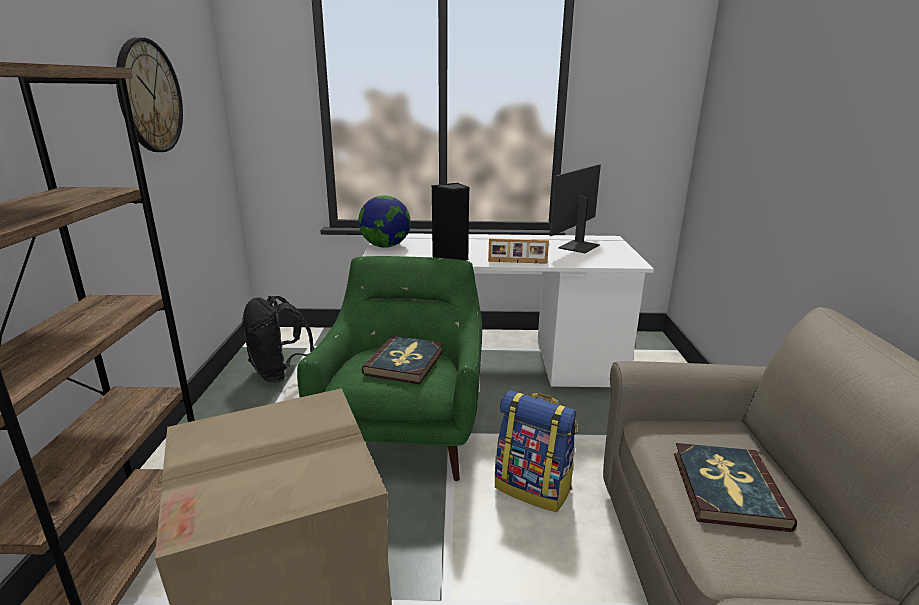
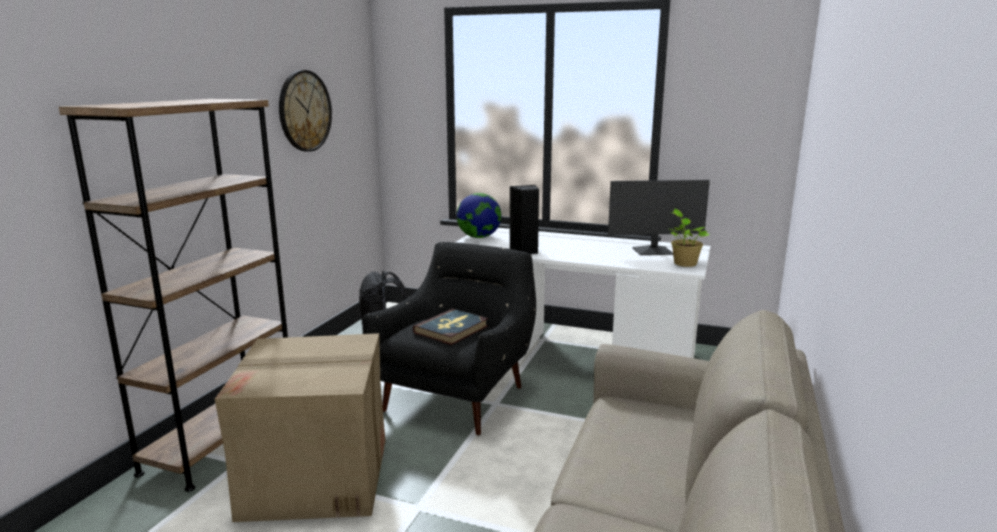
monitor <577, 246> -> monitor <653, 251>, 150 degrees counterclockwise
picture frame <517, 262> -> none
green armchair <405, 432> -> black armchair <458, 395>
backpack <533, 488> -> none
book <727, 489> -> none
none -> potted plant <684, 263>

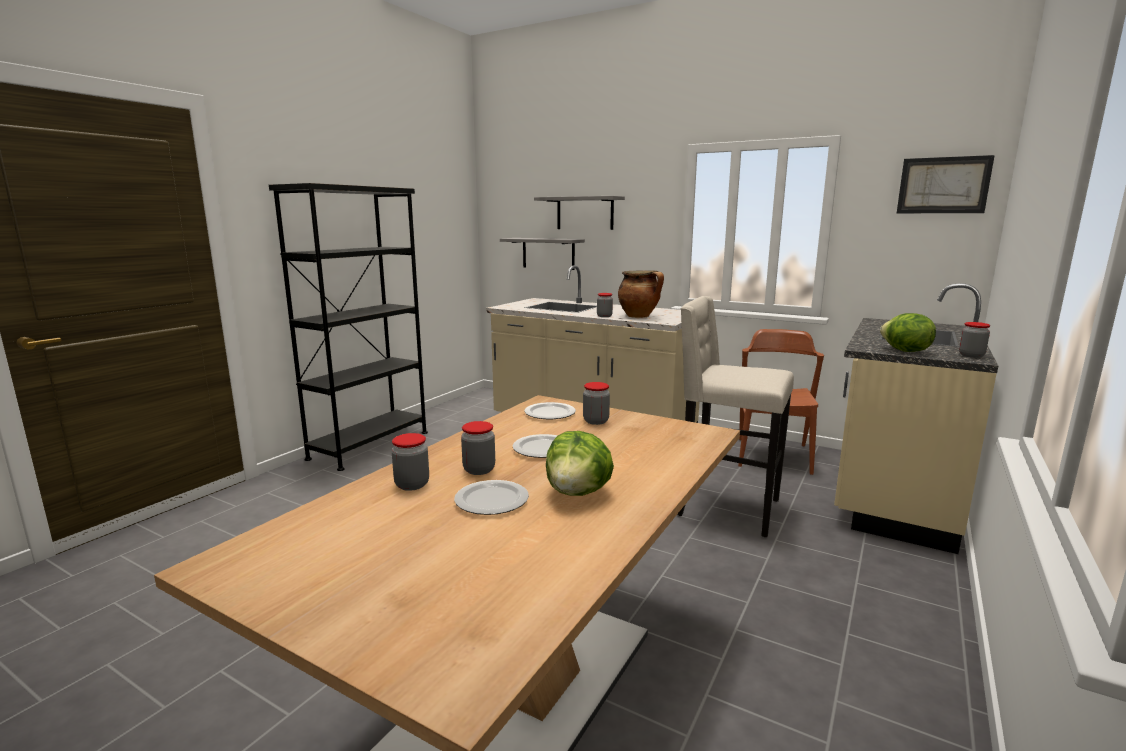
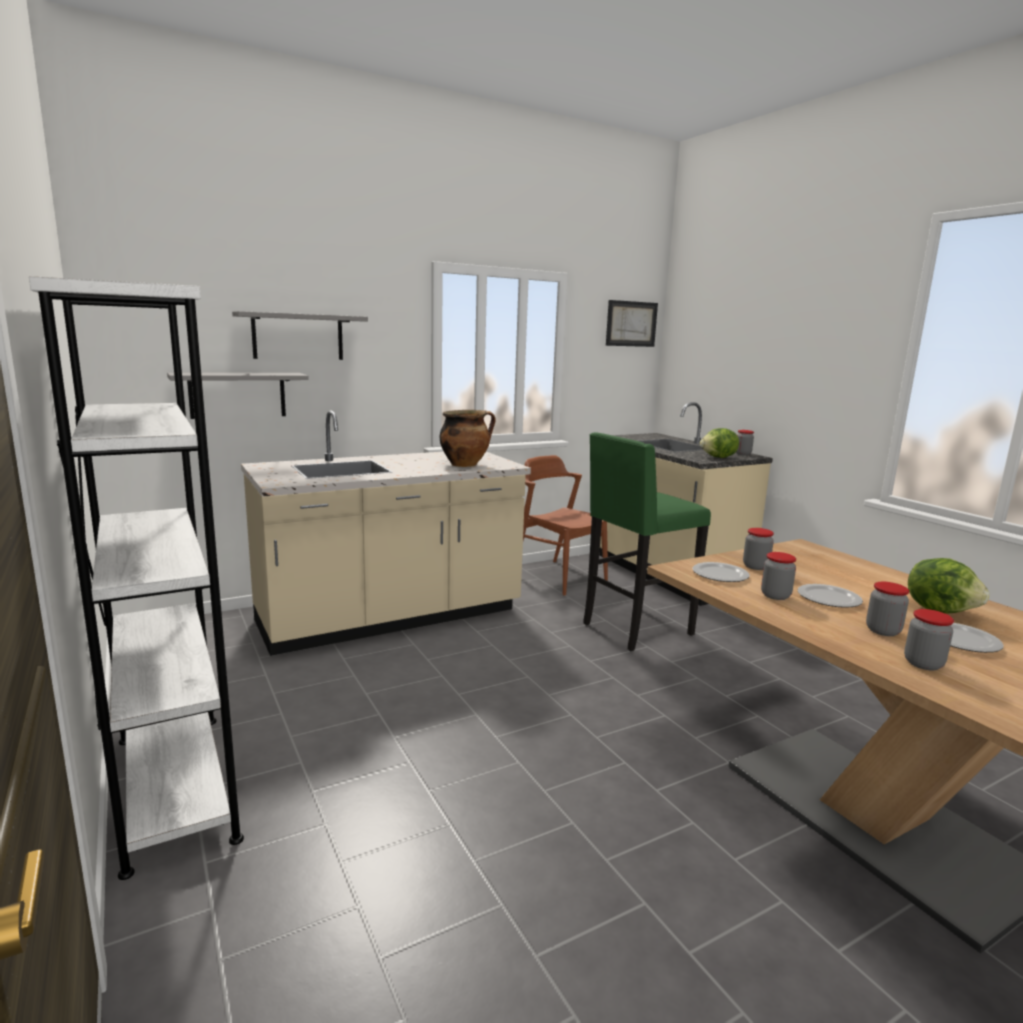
black bookcase <369, 445> -> white bookcase <175, 786>
jar <604, 316> -> jar <775, 595>, shifted
beige stool <726, 508> -> green stool <634, 629>

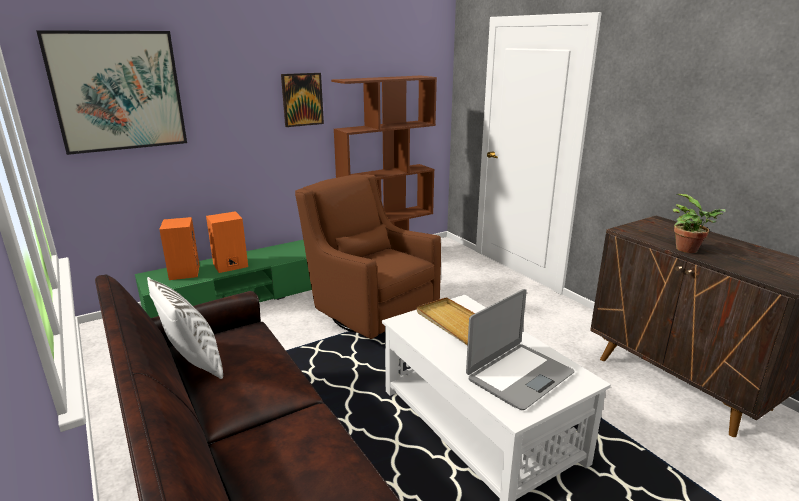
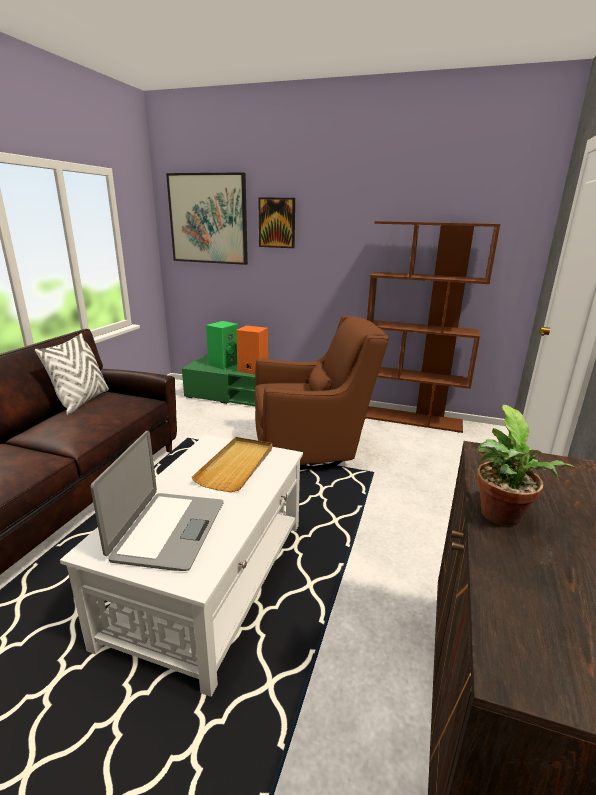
picture <302, 99> -> picture <277, 223>, shifted
brown armchair <369, 312> -> brown armchair <313, 449>, 75 degrees clockwise
orange speaker <183, 272> -> green speaker <224, 364>
laptop <519, 376> -> laptop <168, 530>, 90 degrees counterclockwise

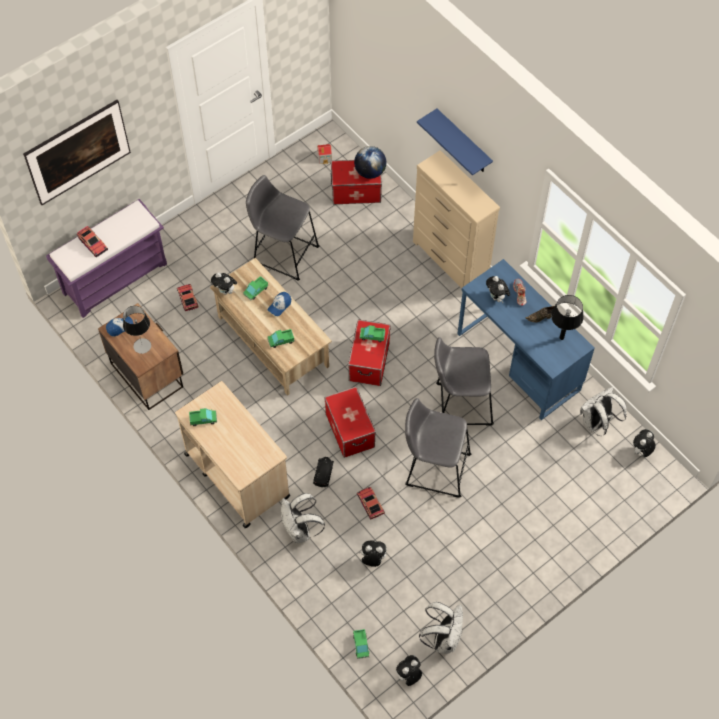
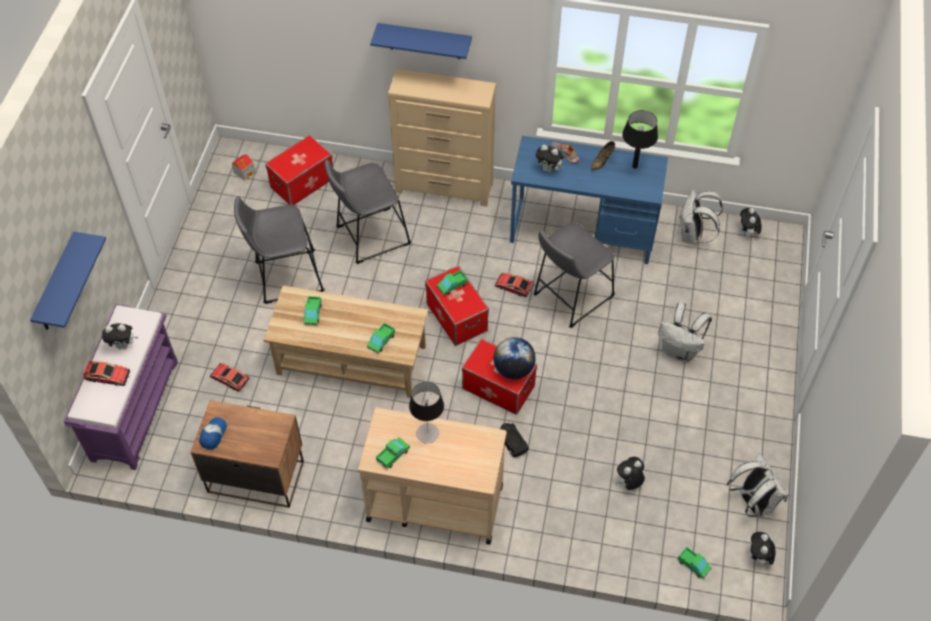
picture <81, 164> -> blue shelf <57, 285>
globe <370, 172> -> globe <513, 369>, shifted
plush toy <225, 291> -> plush toy <123, 345>, shifted
cap <279, 306> -> none
table lamp <142, 346> -> table lamp <428, 433>, shifted
grey stool <434, 468> -> grey stool <369, 236>, shifted
toy car <370, 504> -> toy car <513, 286>, shifted
white backpack <300, 531> -> white backpack <680, 351>, shifted

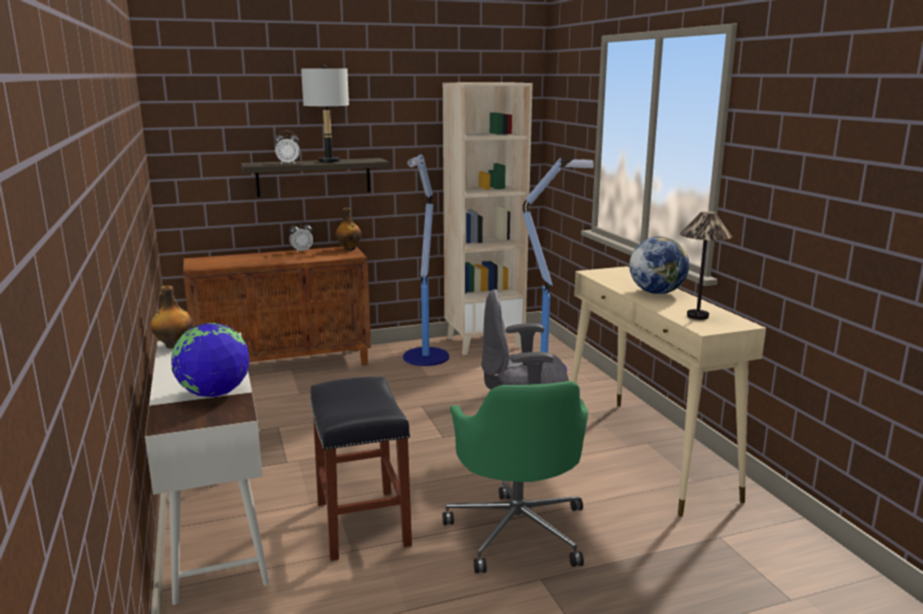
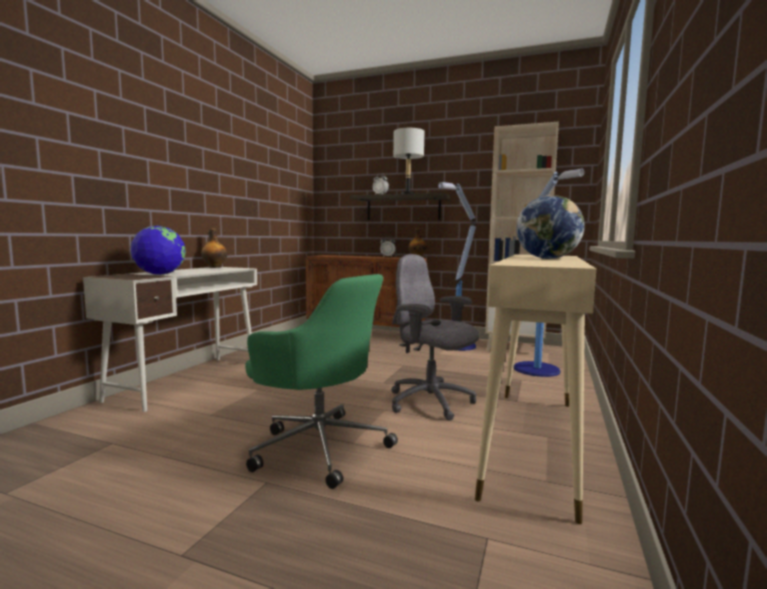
table lamp <697, 316> -> none
black stool <363, 524> -> none
green office chair <517, 530> -> green office chair <319, 446>, 90 degrees counterclockwise

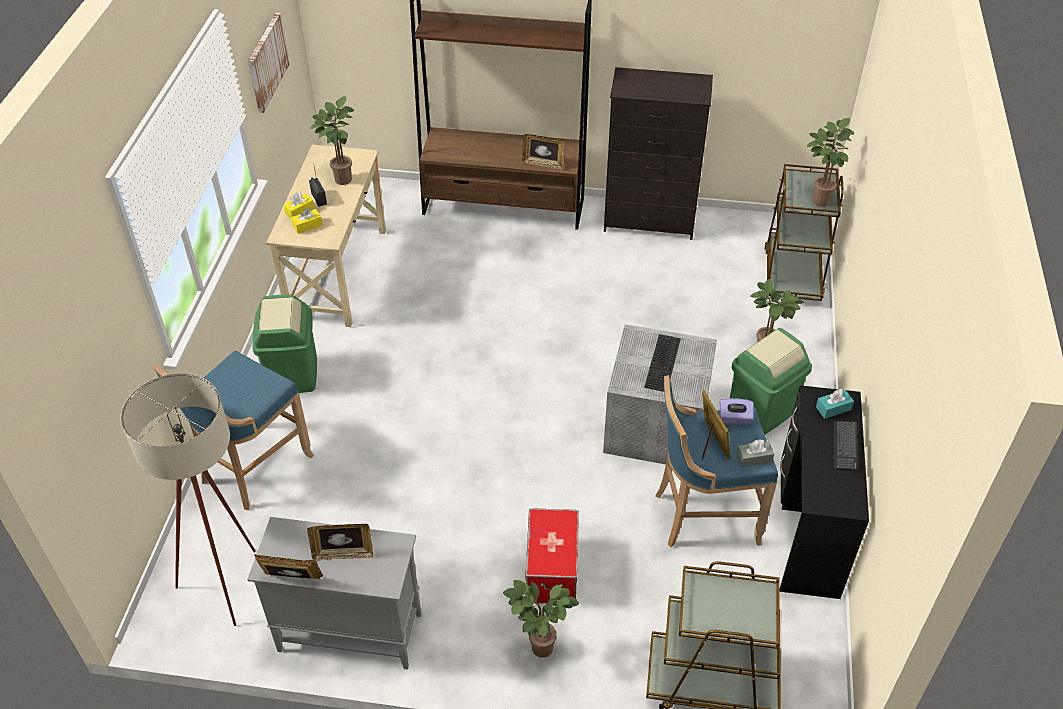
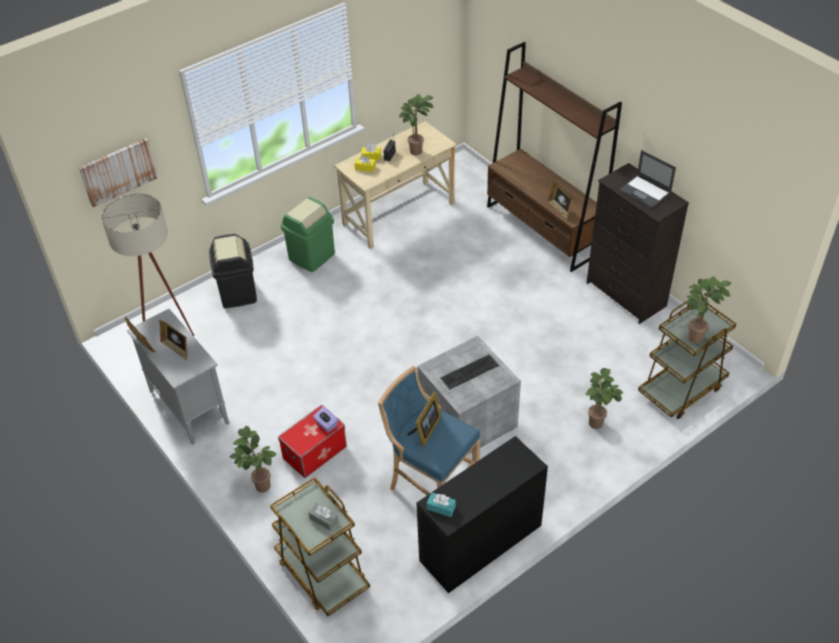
picture <267, 62> -> picture <118, 171>, shifted
green trash can <761, 410> -> none
blue stool <251, 469> -> black trash can <237, 293>
turquoise tissue box <833, 408> -> turquoise tissue box <441, 507>, shifted
purple tissue box <734, 419> -> purple tissue box <326, 424>, shifted
keyboard <845, 446> -> none
grey tissue box <754, 458> -> grey tissue box <323, 519>, shifted
none -> laptop <645, 192>

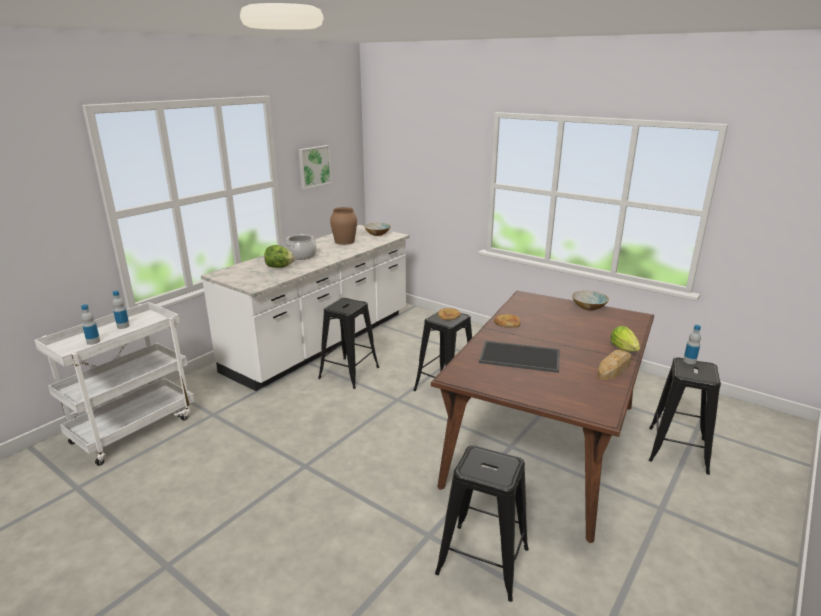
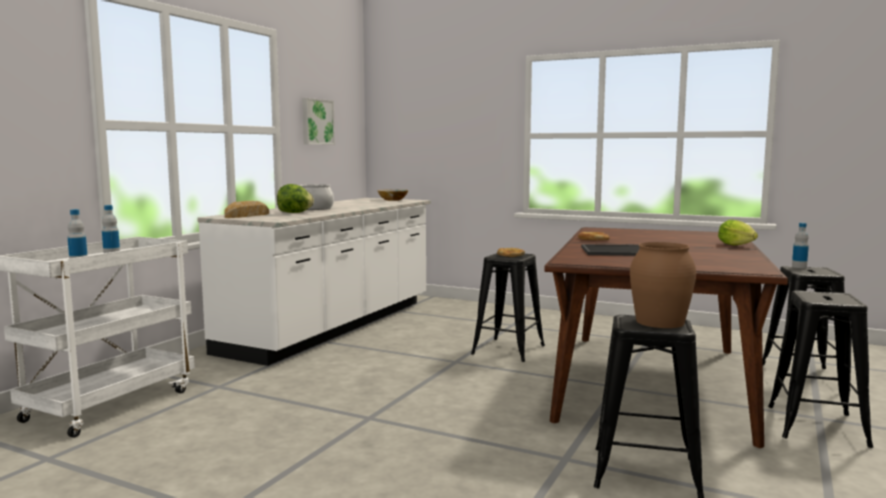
brown vase <345, 241> -> brown vase <660, 322>, shifted
bowl <589, 307> -> none
black stool <349, 372> -> black stool <816, 425>, shifted
bread <614, 368> -> bread <247, 215>, shifted

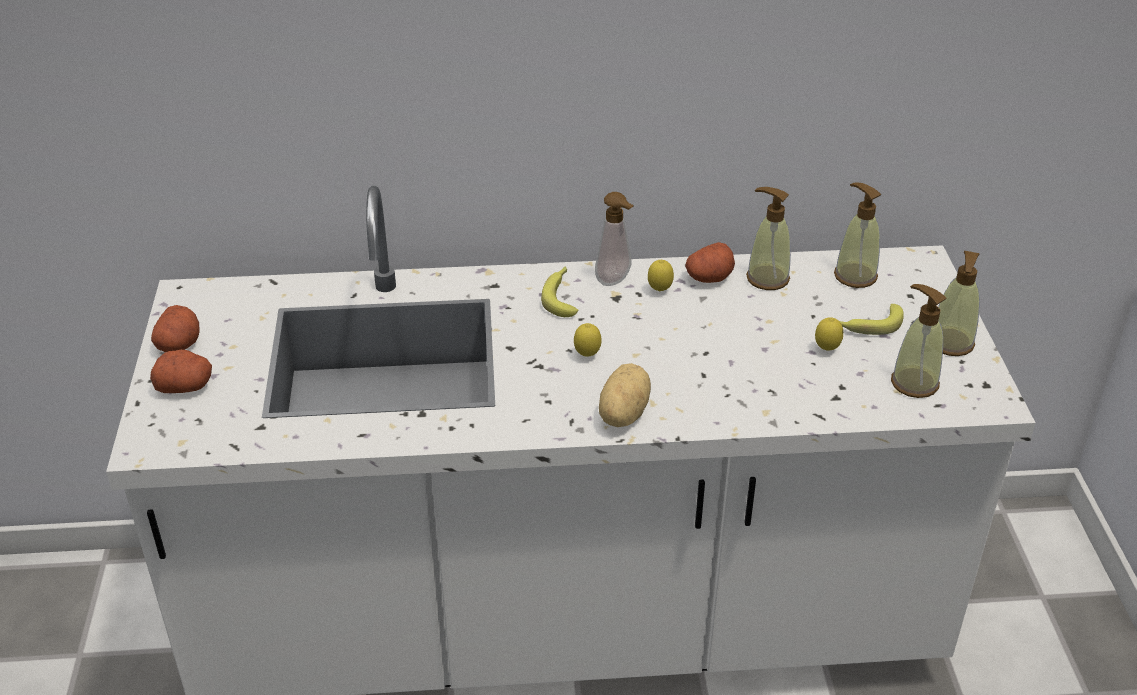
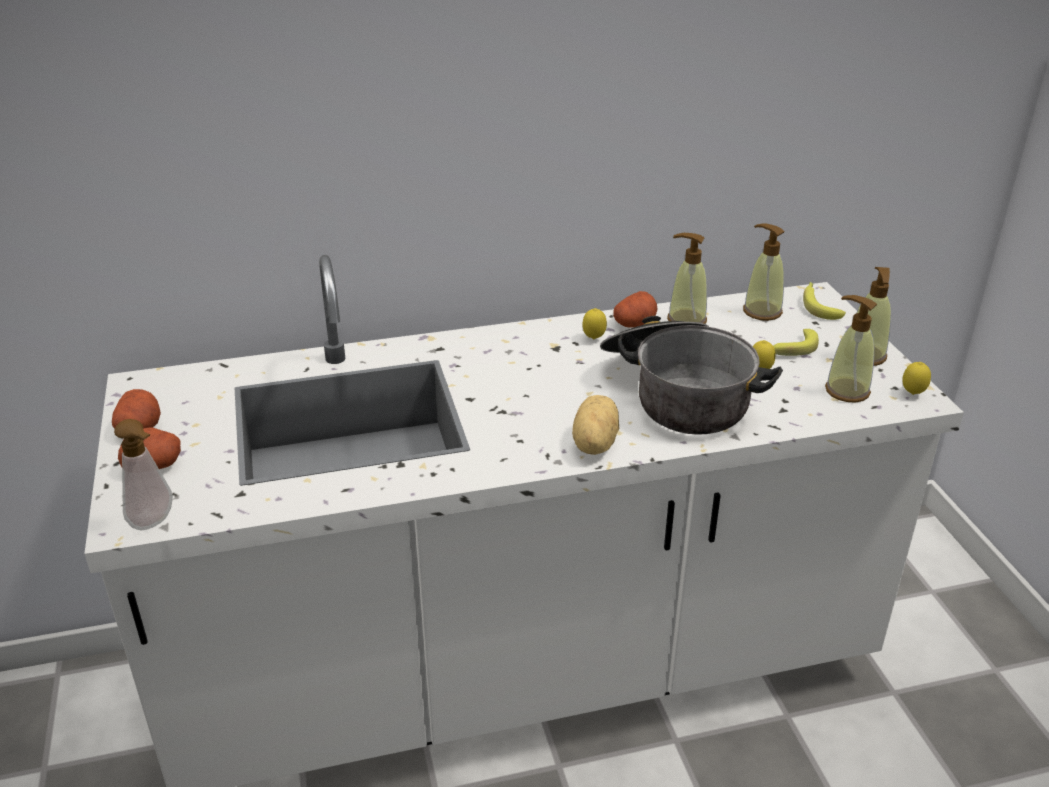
soap dispenser <615, 281> -> soap dispenser <155, 522>, shifted
banana <562, 296> -> banana <819, 305>, shifted
lemon <587, 355> -> lemon <912, 394>, shifted
none -> cooking pot <678, 394>

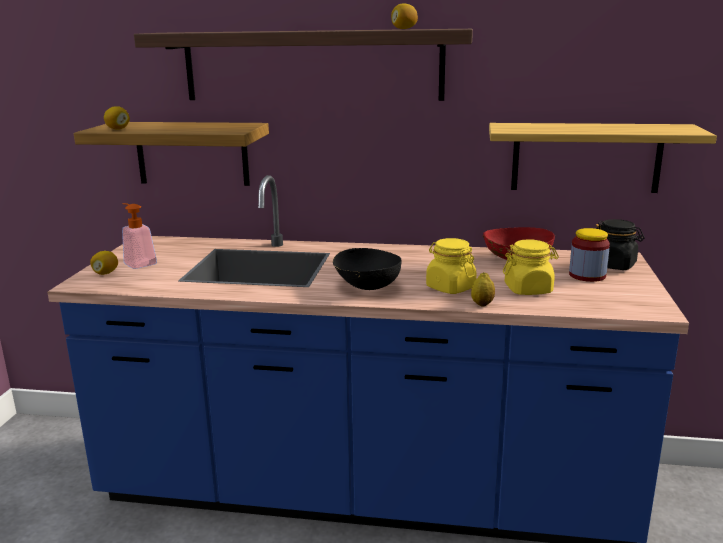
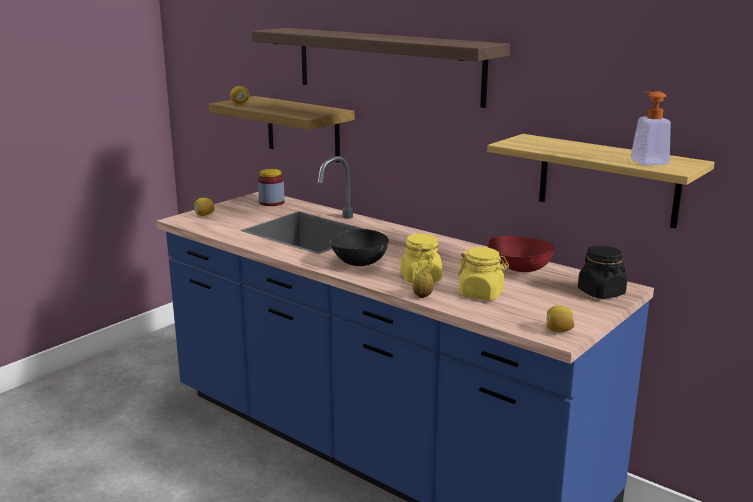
lemon <404, 29> -> lemon <558, 330>, shifted
soap dispenser <138, 263> -> soap dispenser <646, 160>, shifted
jar <587, 275> -> jar <271, 202>, shifted

